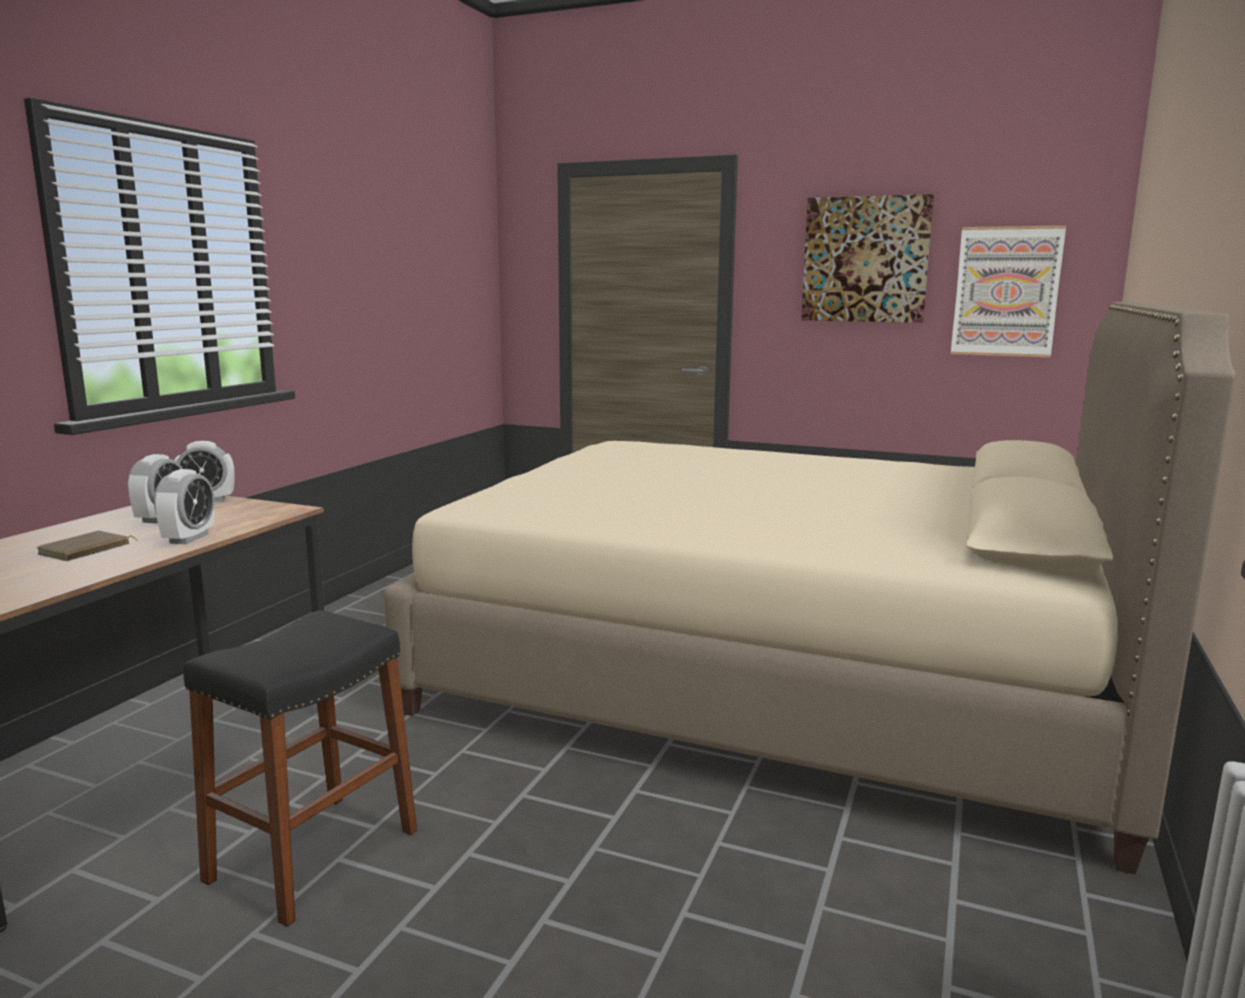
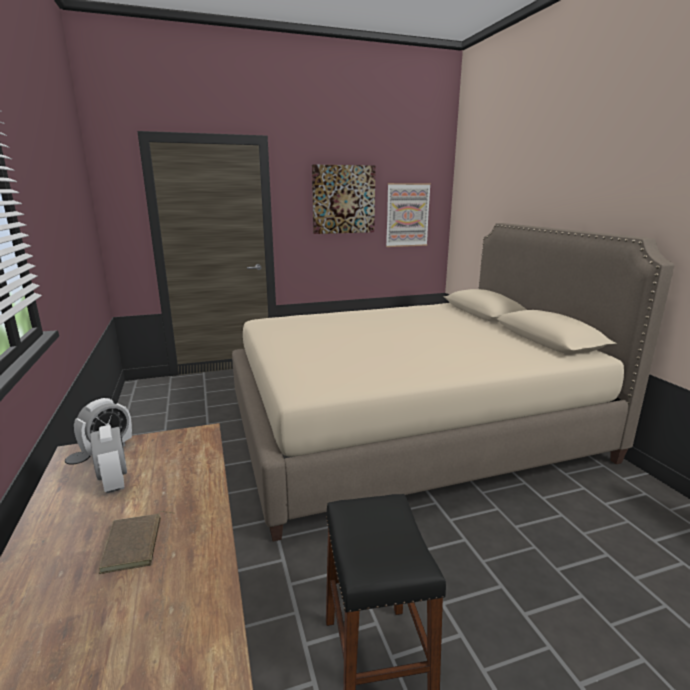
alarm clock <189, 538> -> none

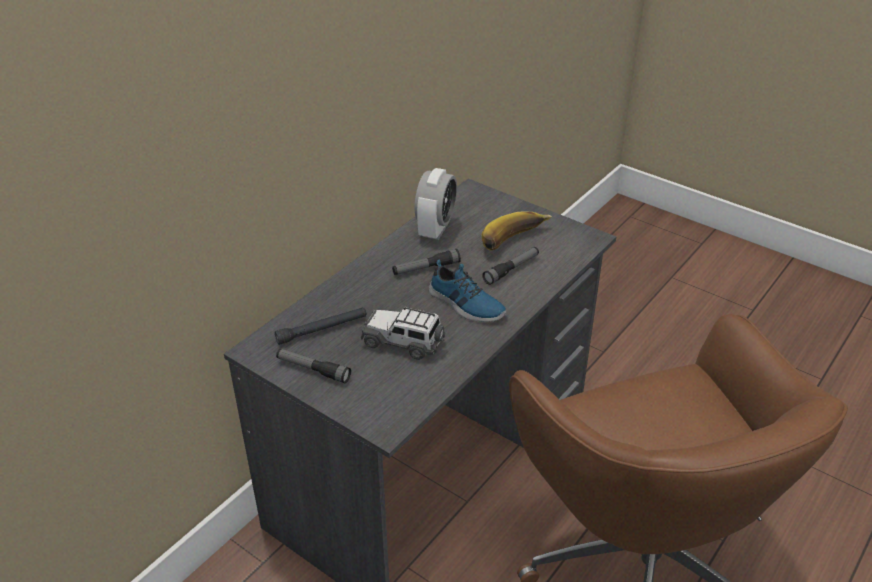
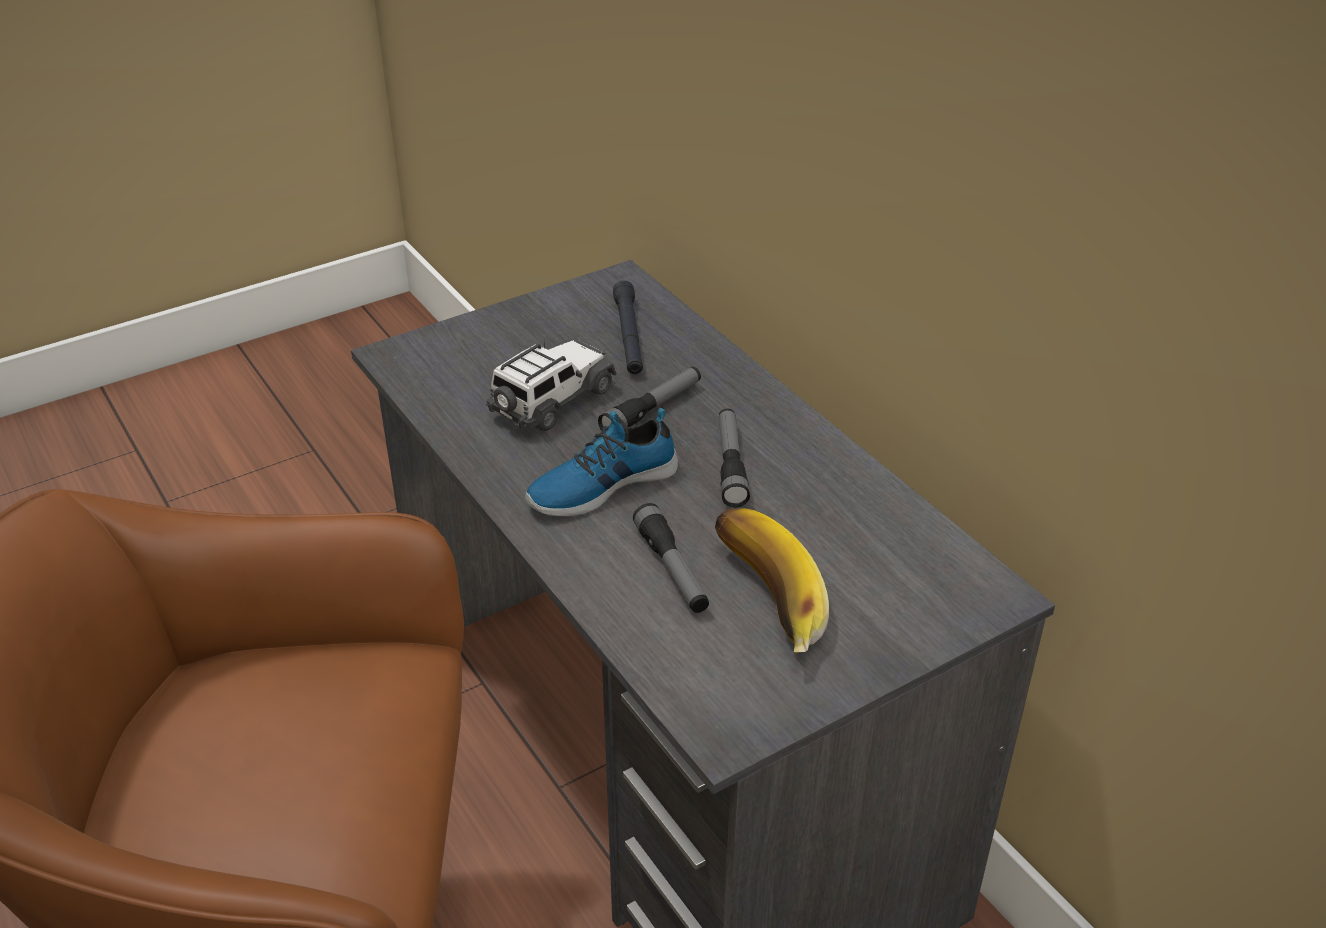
alarm clock <436, 229> -> none
flashlight <313, 370> -> flashlight <652, 409>, shifted

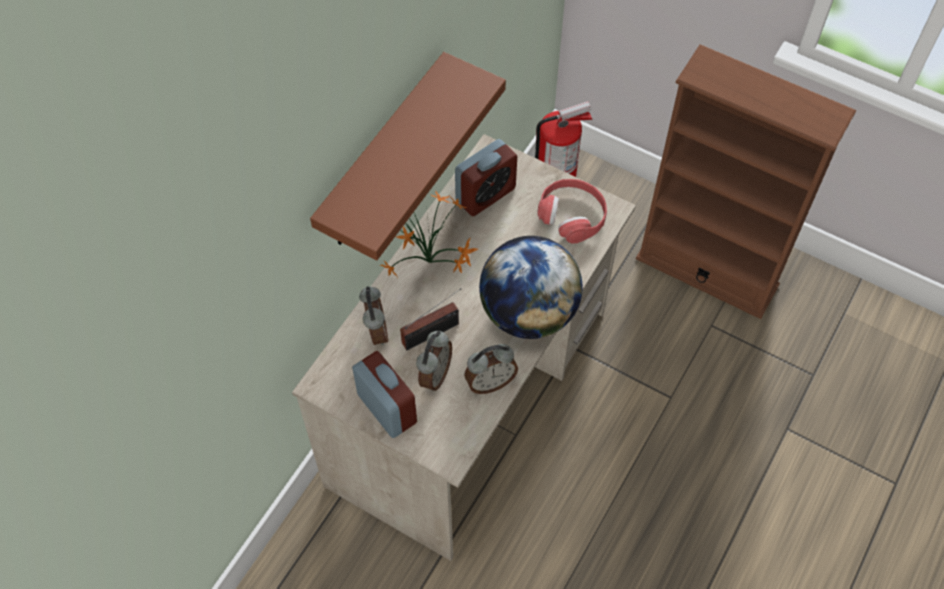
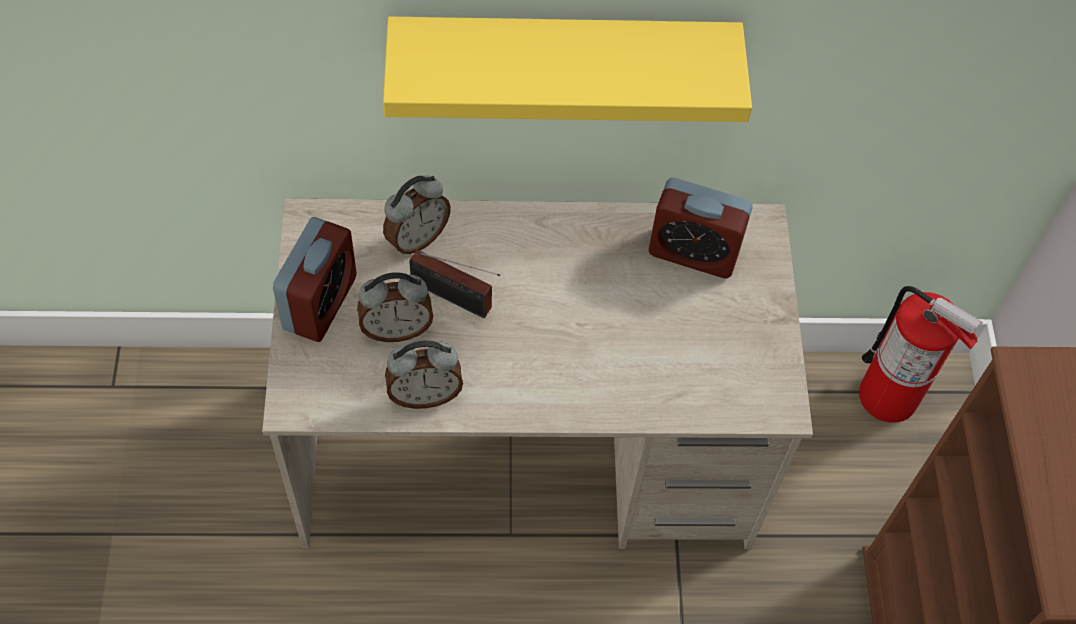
brown shelf <382, 157> -> yellow shelf <562, 61>
red headphones <572, 215> -> none
potted plant <431, 265> -> none
globe <528, 312> -> none
alarm clock <490, 382> -> alarm clock <424, 394>, 45 degrees counterclockwise

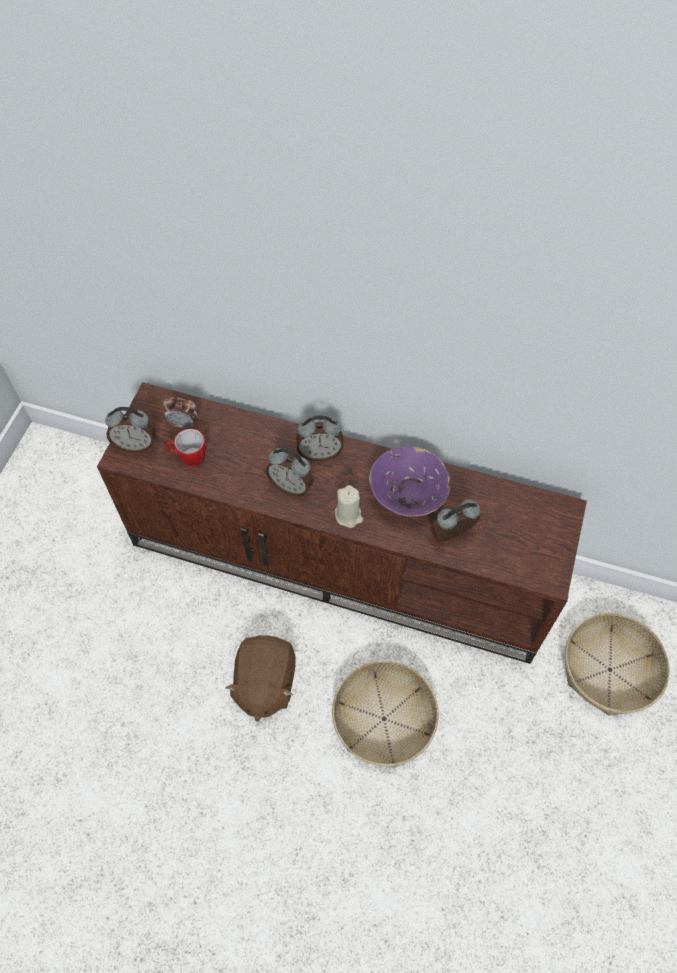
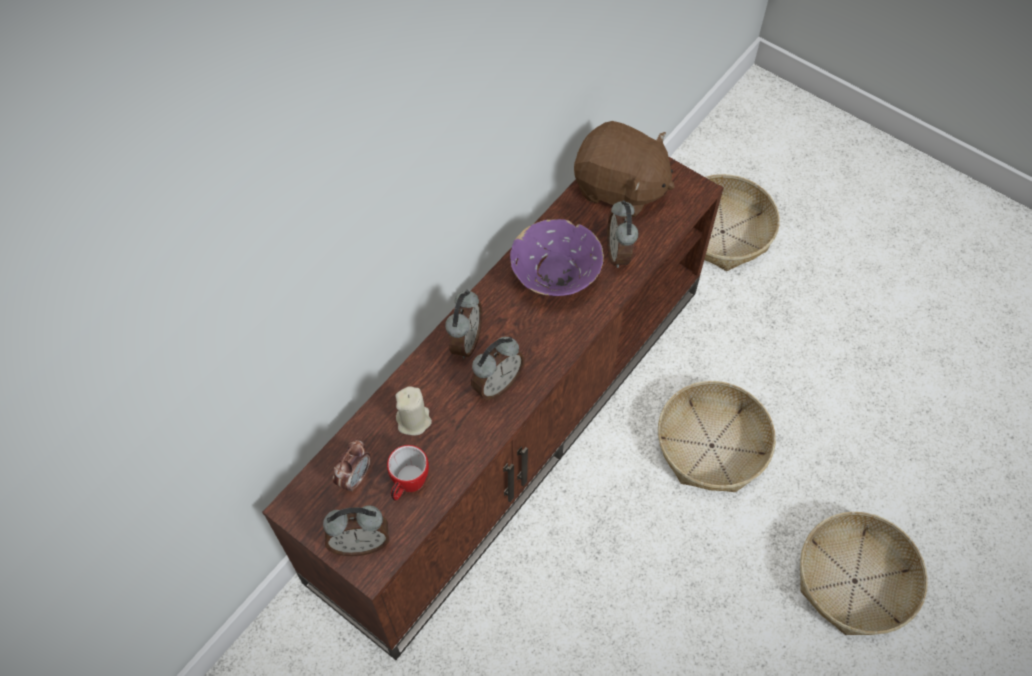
alarm clock <136, 445> -> alarm clock <360, 543>, 60 degrees clockwise
beige candle <348, 515> -> beige candle <414, 421>, shifted
brown plush toy <264, 683> -> brown plush toy <620, 188>, shifted
none -> basket <855, 581>

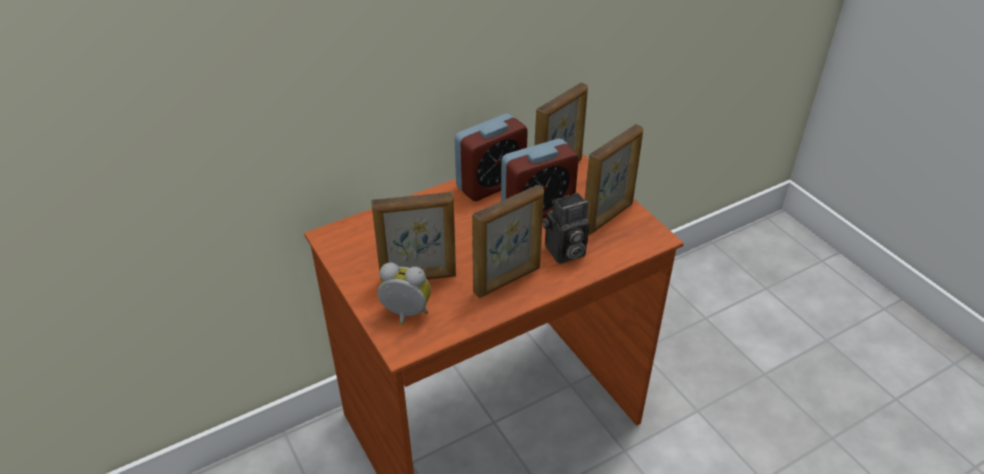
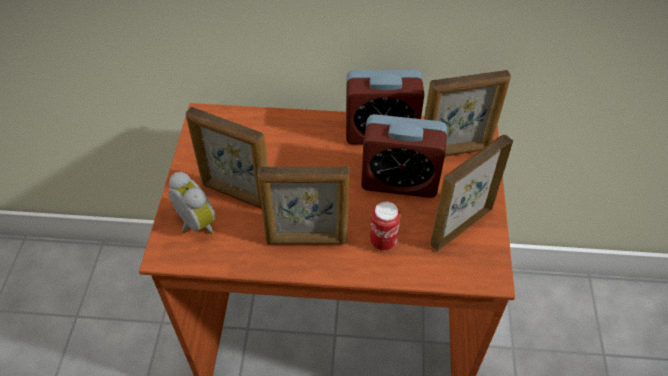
picture frame <608, 217> -> picture frame <460, 226>, 150 degrees clockwise
photo camera <564, 253> -> can <383, 241>

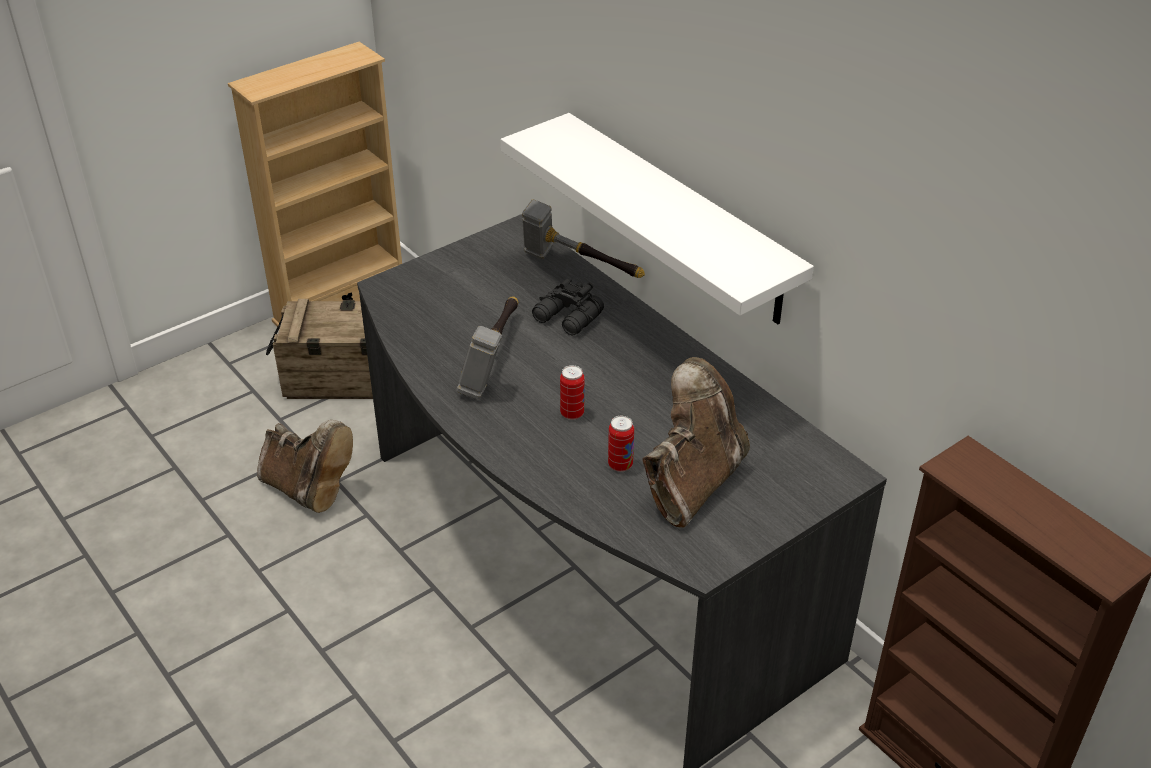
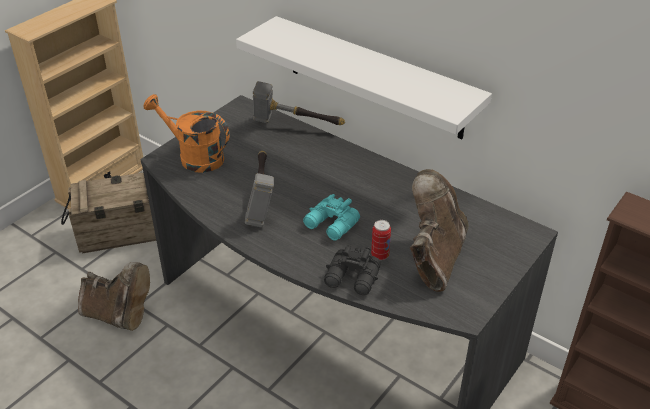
black binoculars <568, 318> -> black binoculars <353, 279>, shifted
can <572, 413> -> turquoise binoculars <331, 225>
none -> orange watering can <194, 157>

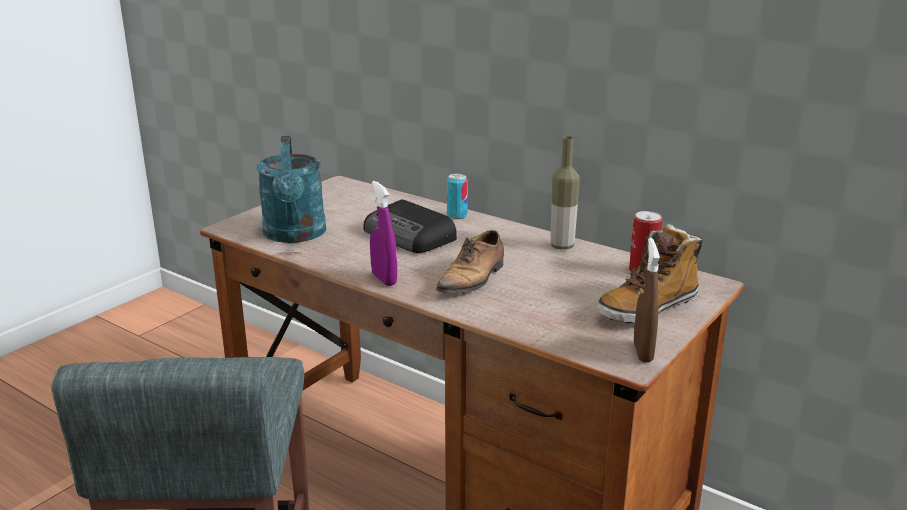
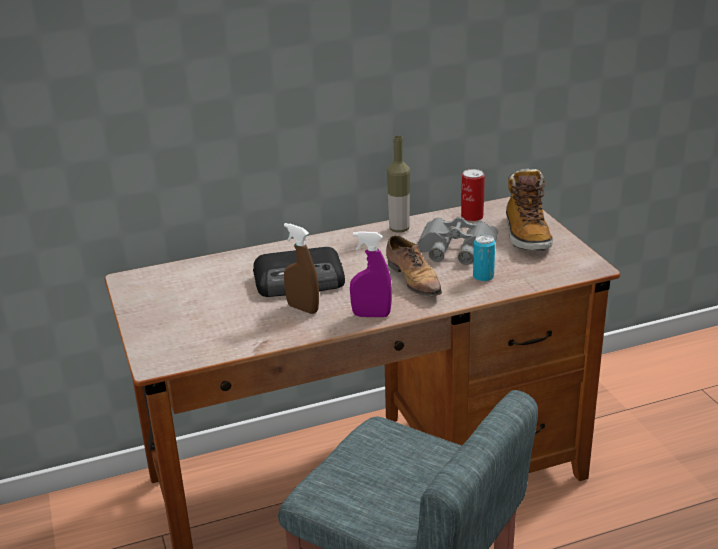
turquoise watering can <295, 235> -> none
can <457, 215> -> can <483, 277>, shifted
brown spray bottle <643, 352> -> brown spray bottle <302, 308>, shifted
none -> grey binoculars <455, 249>

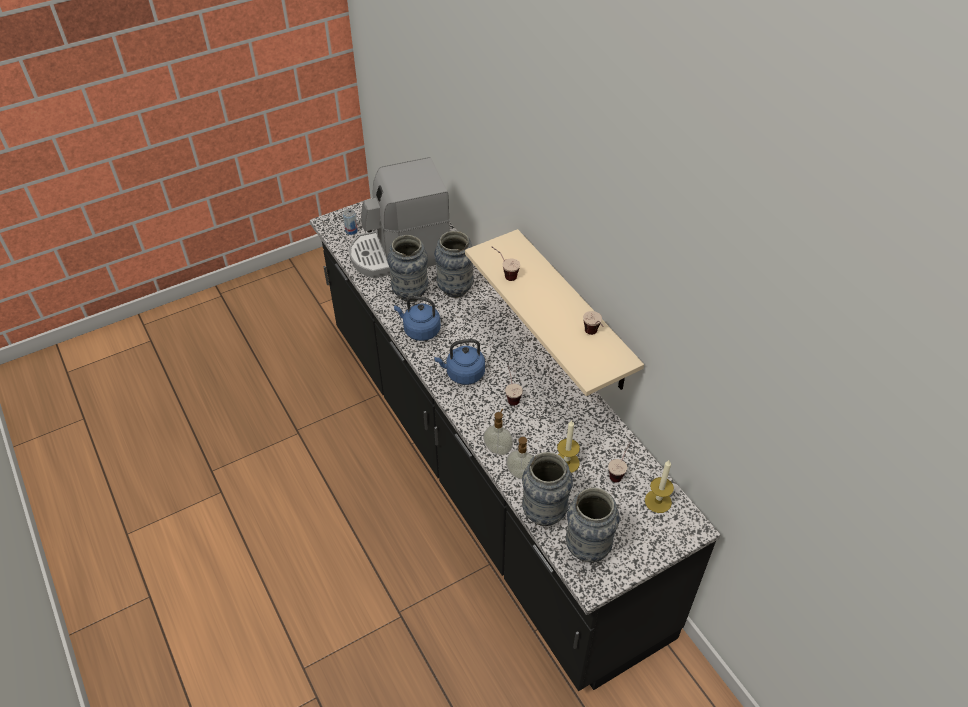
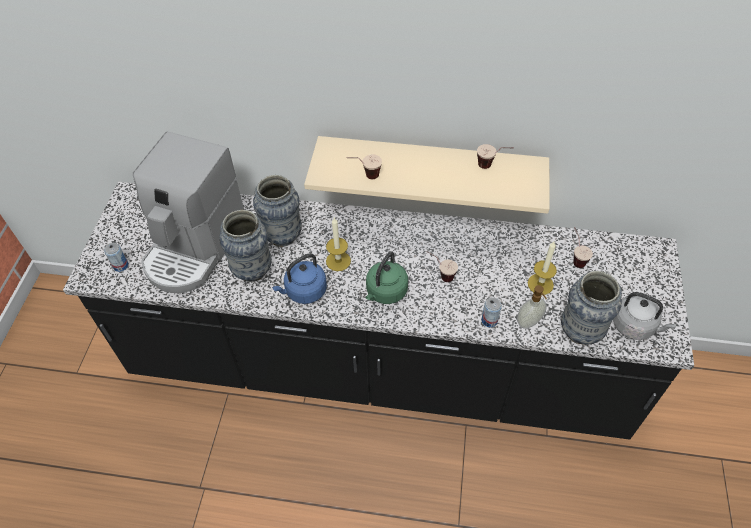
blue kettle <463, 374> -> green kettle <385, 292>
soap dispenser <498, 449> -> can <489, 320>
candle <658, 501> -> candle <338, 261>, shifted
vase <587, 548> -> grey kettle <635, 326>

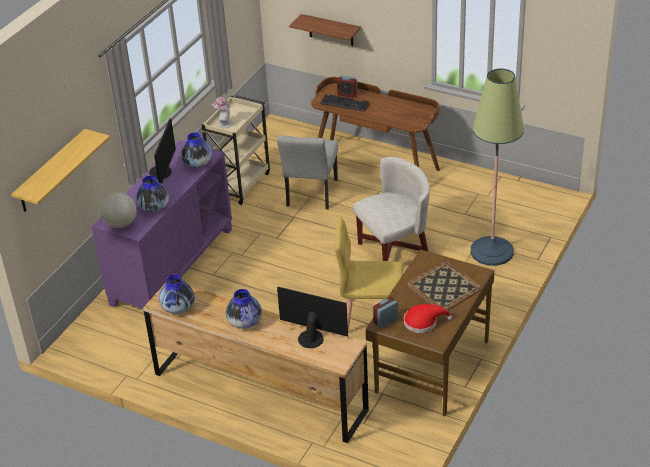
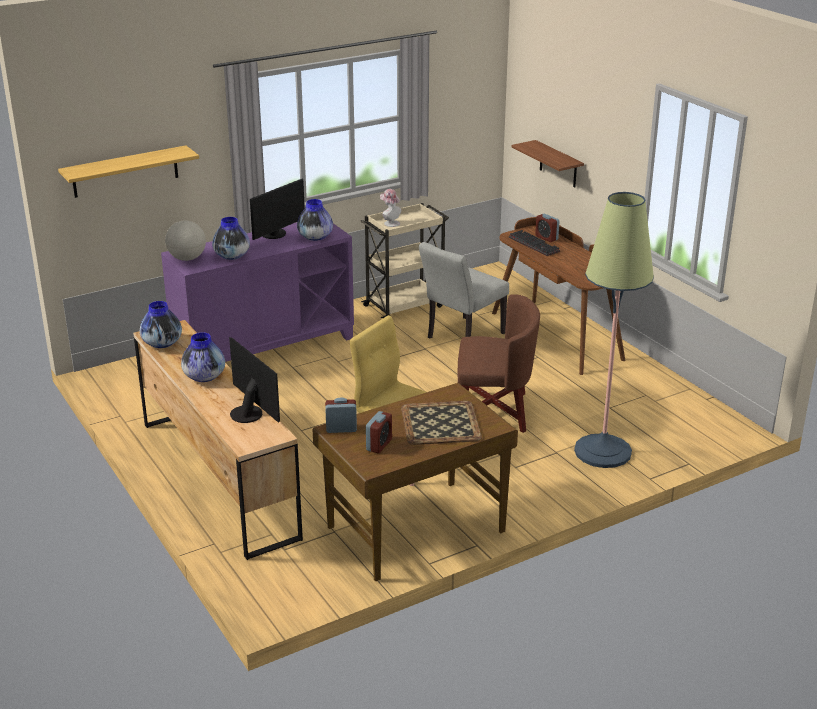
white armchair <394, 249> -> brown armchair <495, 411>
red hat <423, 322> -> alarm clock <379, 445>

